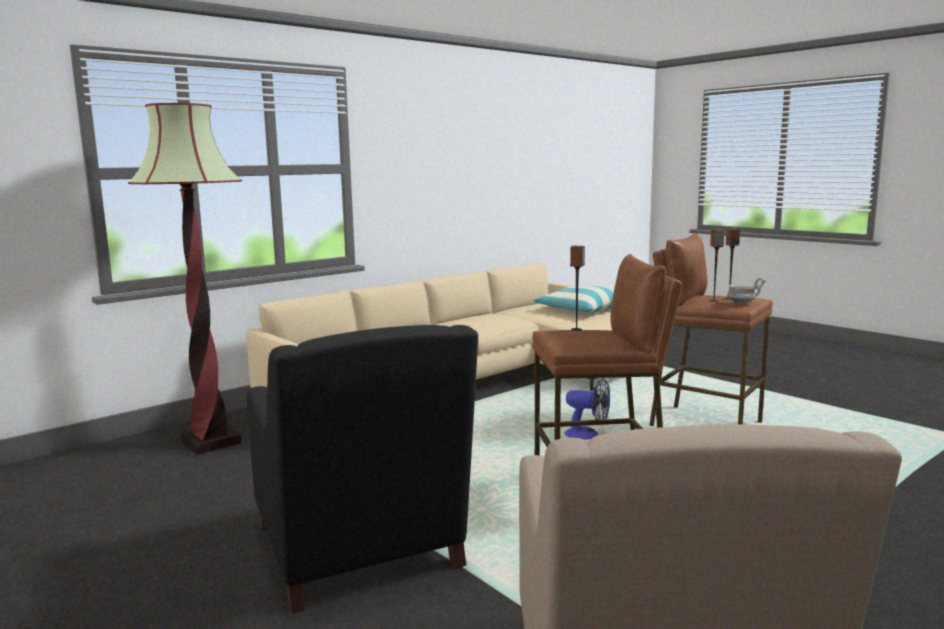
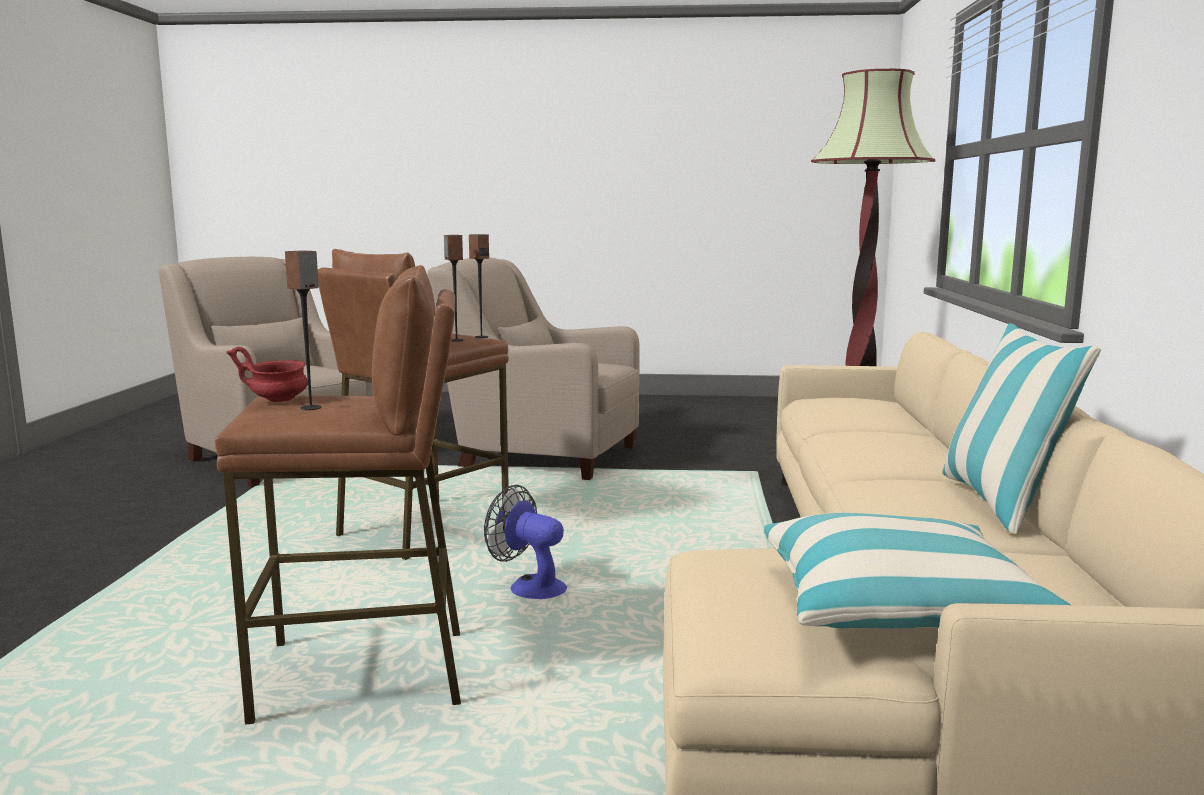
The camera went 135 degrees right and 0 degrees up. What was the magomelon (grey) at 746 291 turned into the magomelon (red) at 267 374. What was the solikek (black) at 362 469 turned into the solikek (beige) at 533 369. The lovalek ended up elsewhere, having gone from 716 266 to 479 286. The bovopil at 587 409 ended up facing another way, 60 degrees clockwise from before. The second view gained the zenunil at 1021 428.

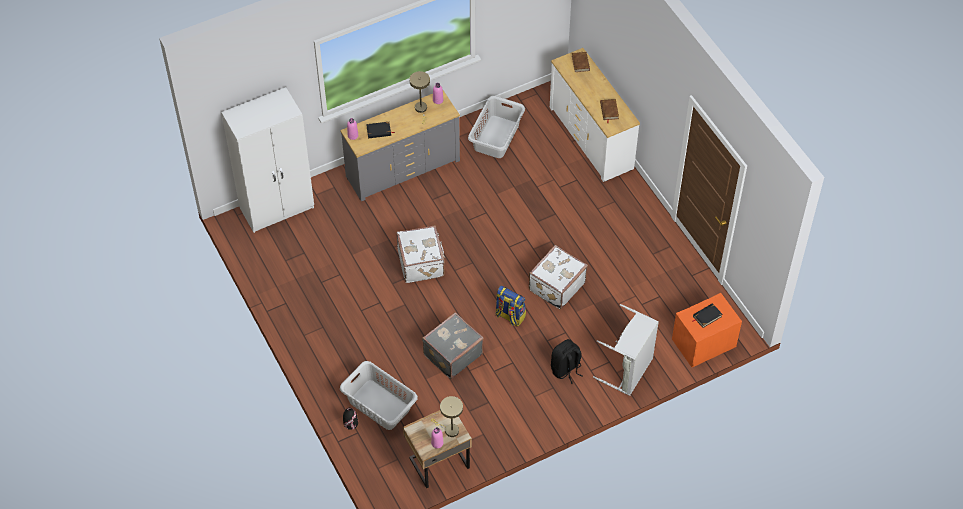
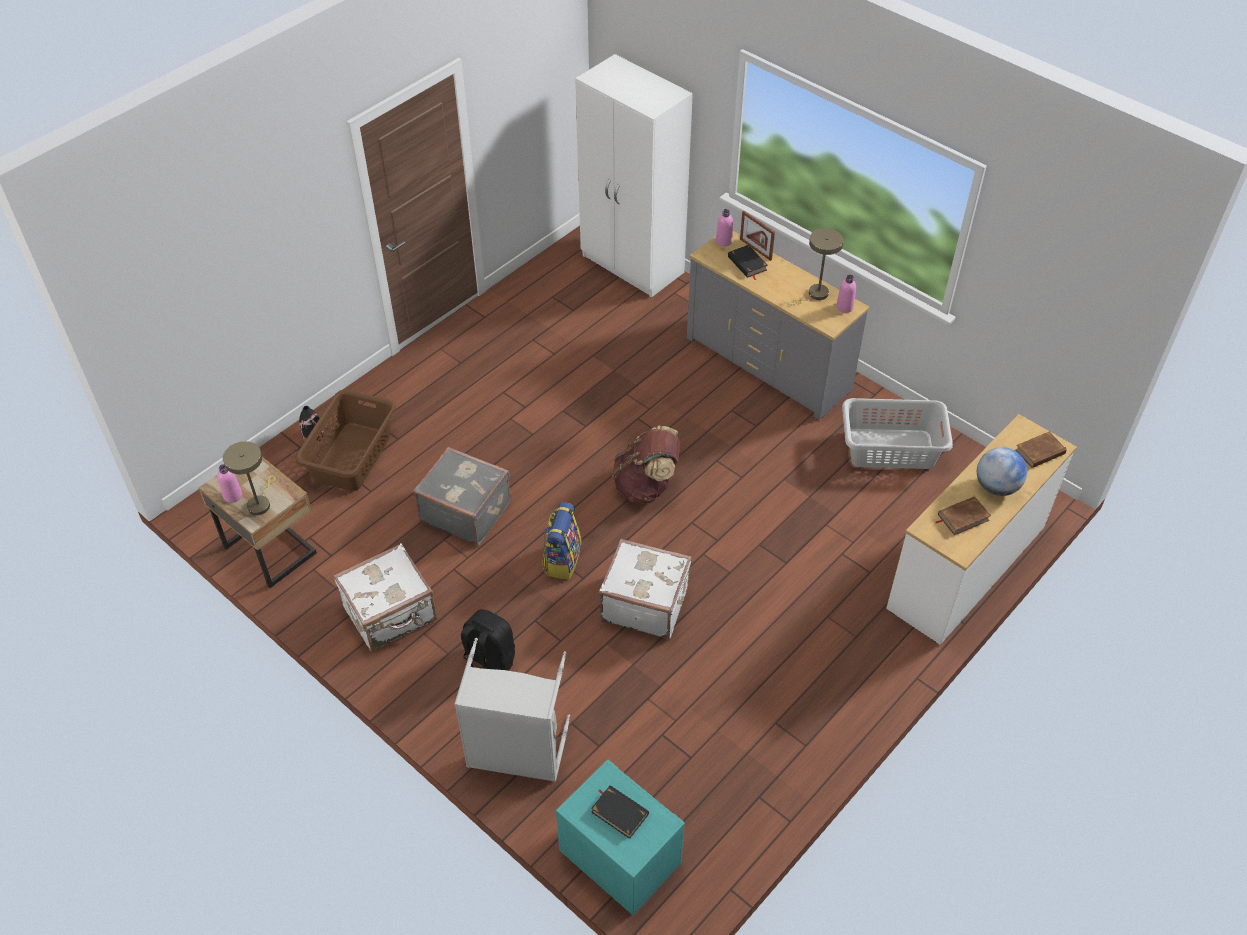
The camera went 70 degrees right and 5 degrees down. What was the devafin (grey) at 379 395 turned into the devafin (brown) at 345 440. The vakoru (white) ended up elsewhere, having gone from 421 254 to 385 597. What was the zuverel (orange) at 707 330 turned into the zuverel (turquoise) at 620 837. The second view gained the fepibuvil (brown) at 646 464. The second view gained the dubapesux at 757 236. The second view gained the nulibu at 1002 471.

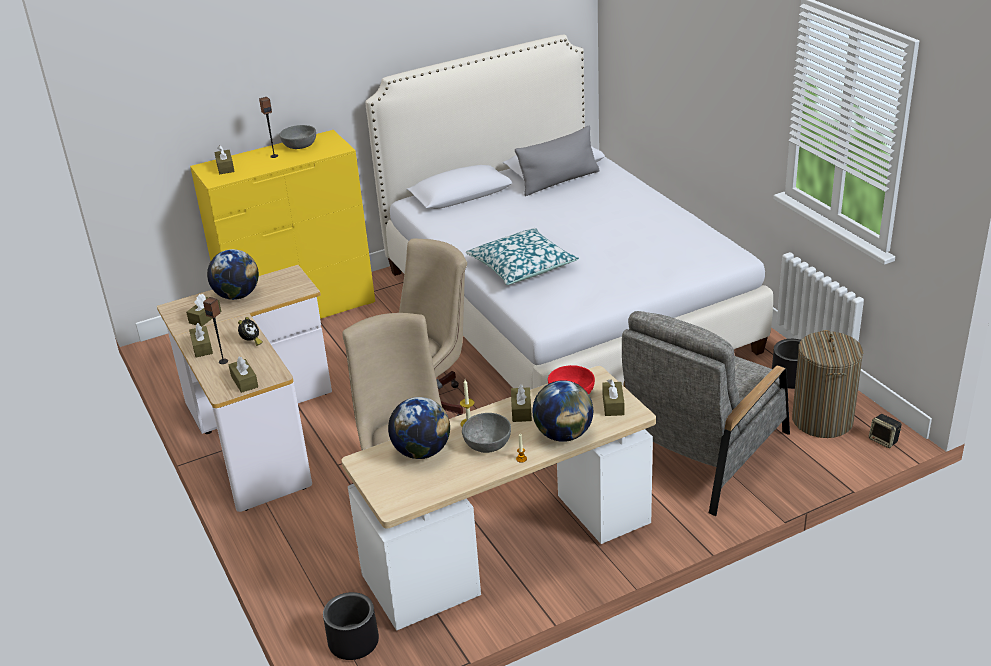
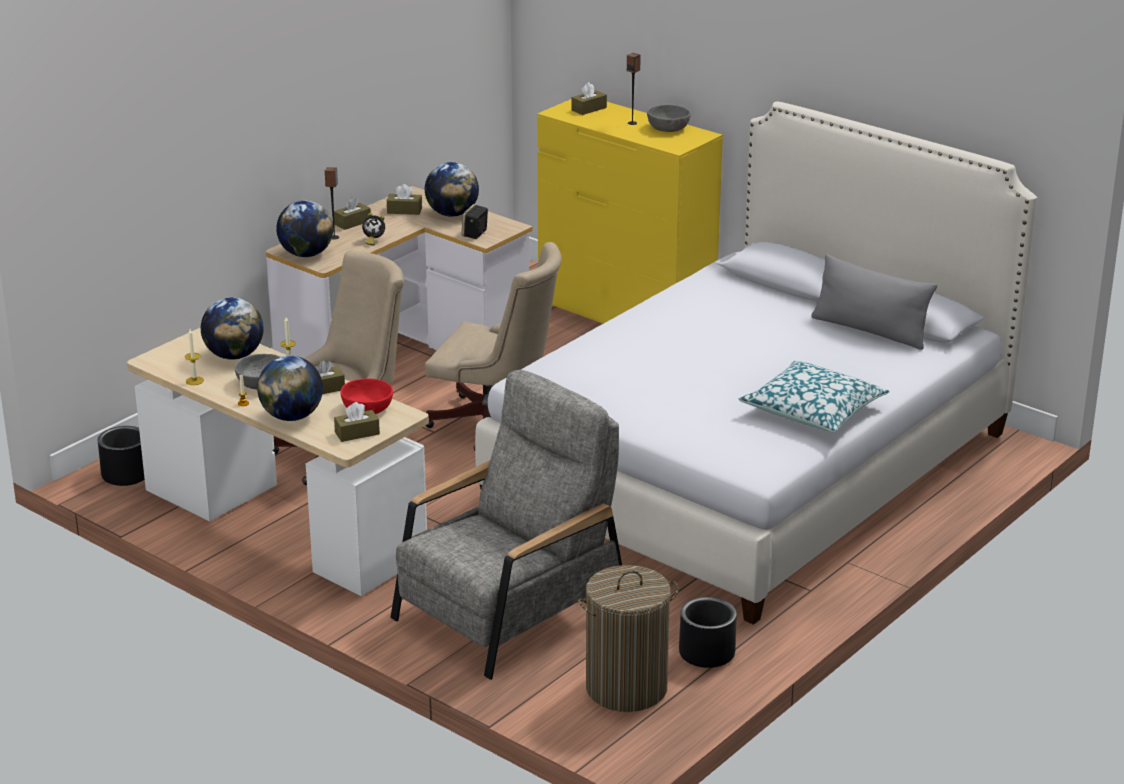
The camera went 65 degrees right and 5 degrees down. The second view gained the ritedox at 194 357. Where the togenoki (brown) stood at 243 375, the nulibu came to stand at 304 228. The solikek (grey) at 706 413 ended up facing another way, 120 degrees clockwise from before. The lovalek ended up elsewhere, having gone from 885 431 to 474 221. The zenunil ended up elsewhere, having gone from 522 256 to 814 396.

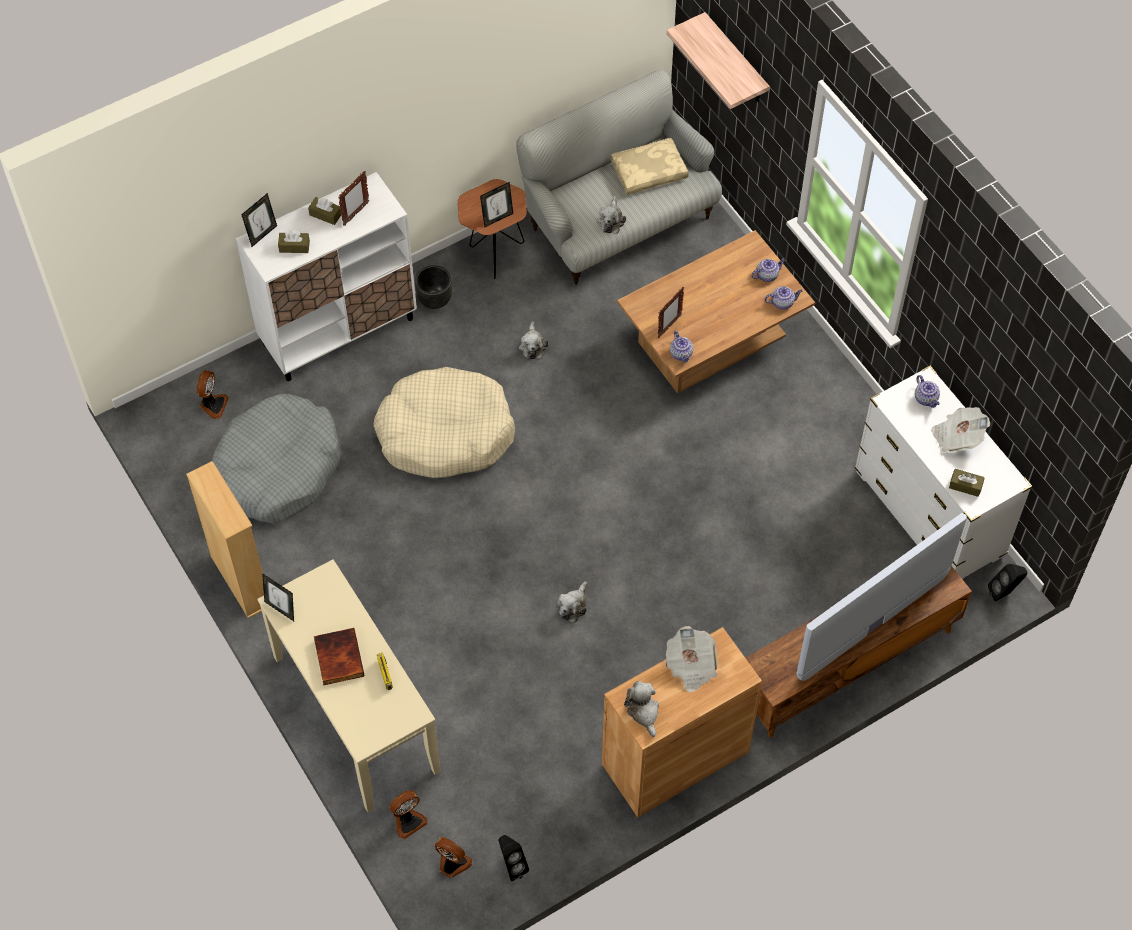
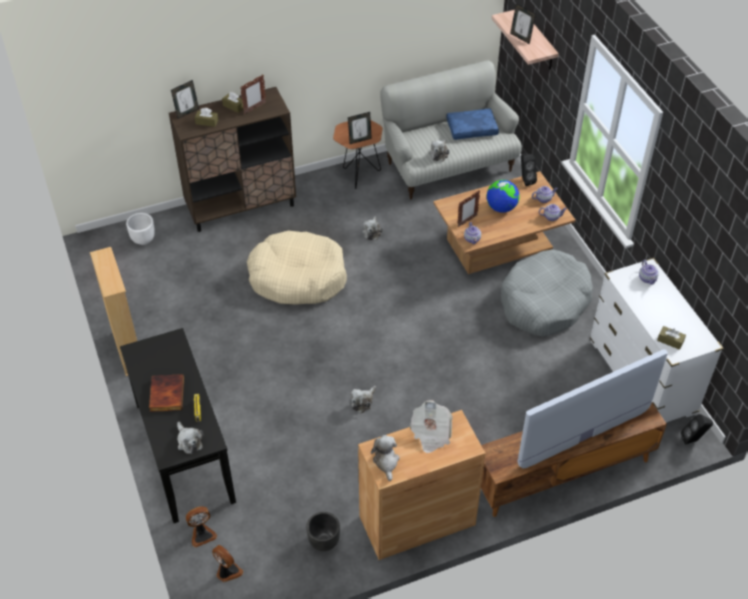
The camera went 10 degrees right and 10 degrees down. What was the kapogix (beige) at 349 685 turned into the kapogix (black) at 178 425. Where the bovopil stood at 213 394, the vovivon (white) came to stand at 140 229. What was the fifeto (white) at 326 276 turned into the fifeto (brown) at 232 159. The second view gained the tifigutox at 190 438. The vovivon (black) ended up elsewhere, having gone from 433 287 to 323 531. What was the zenunil (beige) at 649 166 turned into the zenunil (blue) at 472 124. The second view gained the nulibu at 503 196. The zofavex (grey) ended up elsewhere, having gone from 277 458 to 547 293. The dubapesux ended up elsewhere, having gone from 278 597 to 523 23. The lovalek (black) ended up elsewhere, having gone from 513 858 to 529 169. The second view lost the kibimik at 960 429.

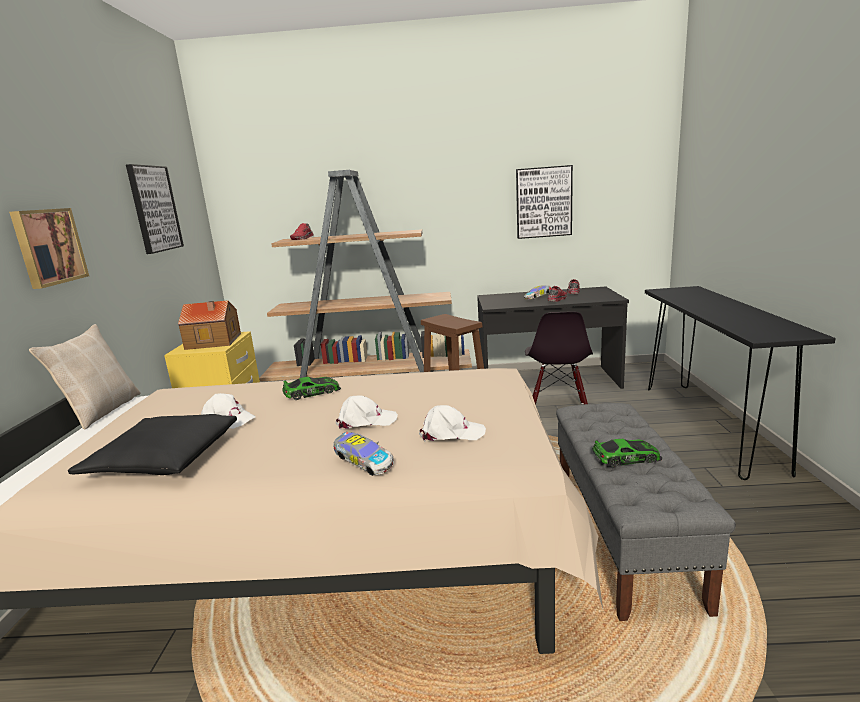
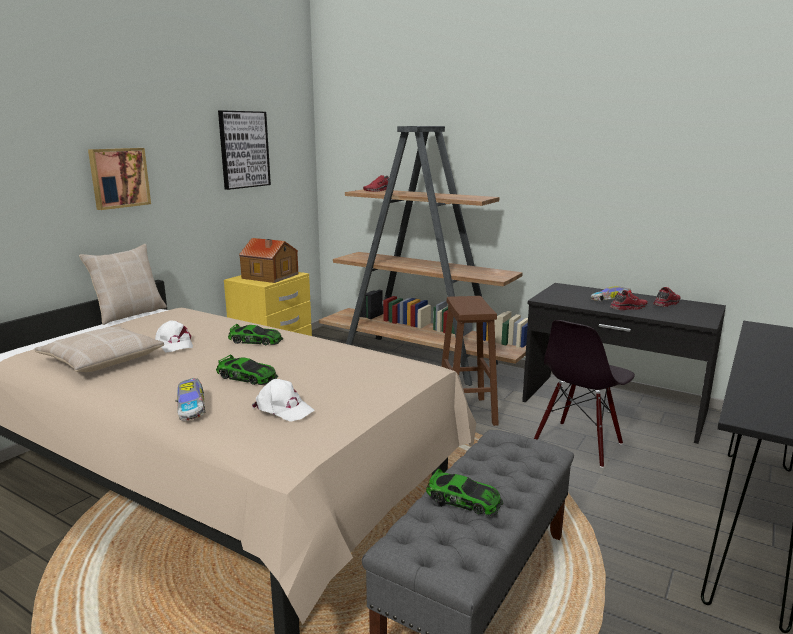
The camera went 30 degrees right and 0 degrees up. What was the zenunil (black) at 152 444 turned into the zenunil (beige) at 99 349. Where the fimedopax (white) stood at 367 413, the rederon came to stand at 247 370. The second view lost the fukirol at 544 202.

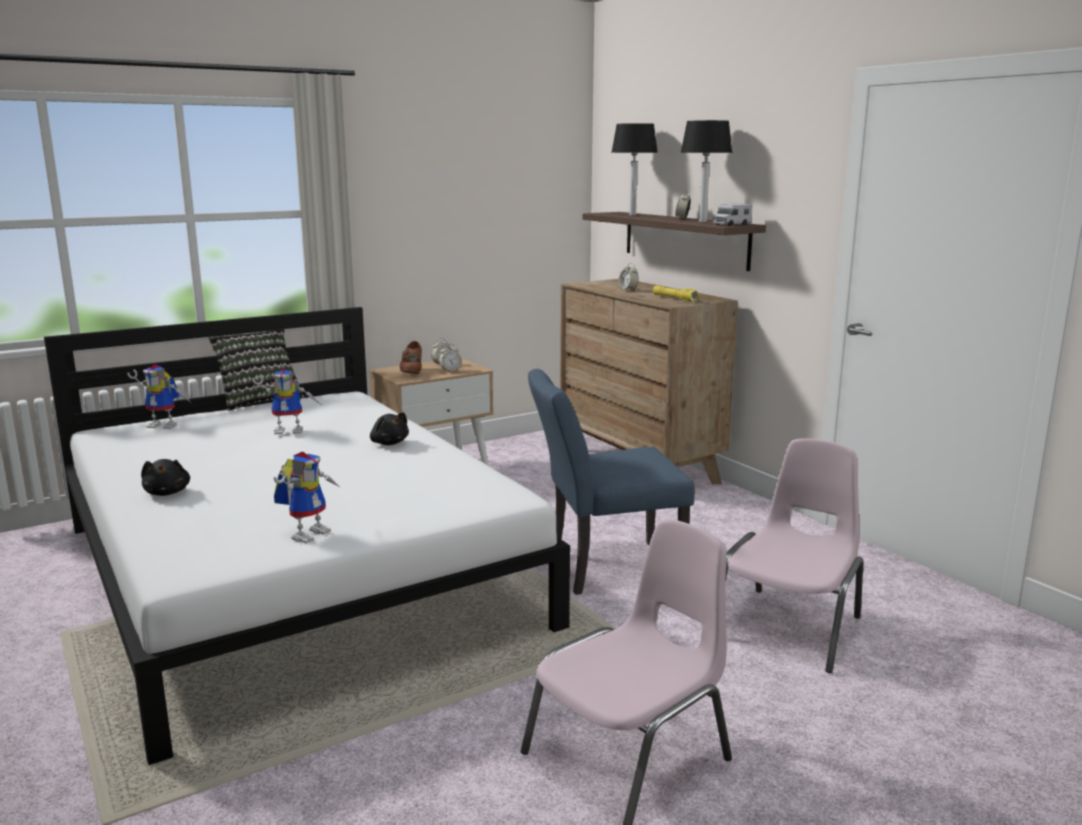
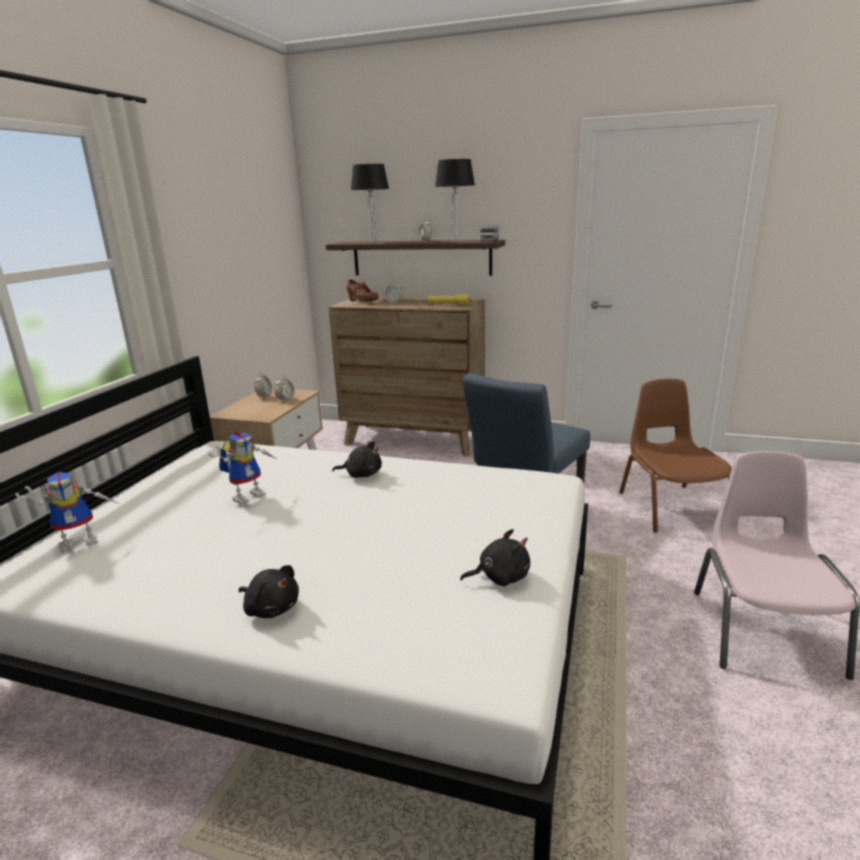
The camera went 40 degrees left and 5 degrees up. The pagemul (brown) ended up elsewhere, having gone from 411 357 to 363 290. Where the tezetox stood at 307 497, the tifigutox (black) came to stand at 495 557. What was the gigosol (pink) at 794 555 turned into the gigosol (brown) at 675 456. The second view lost the zenunil at 256 370.

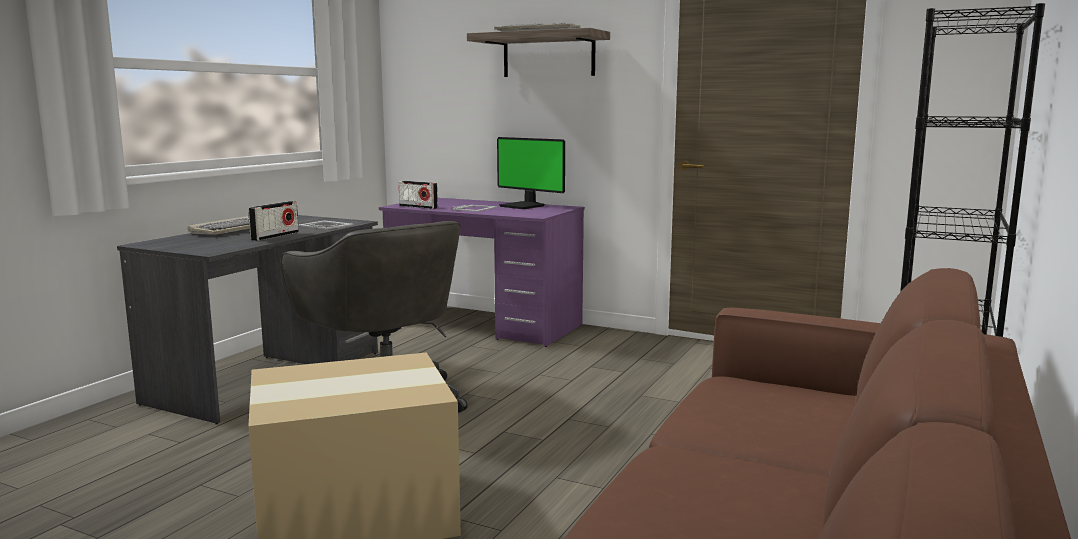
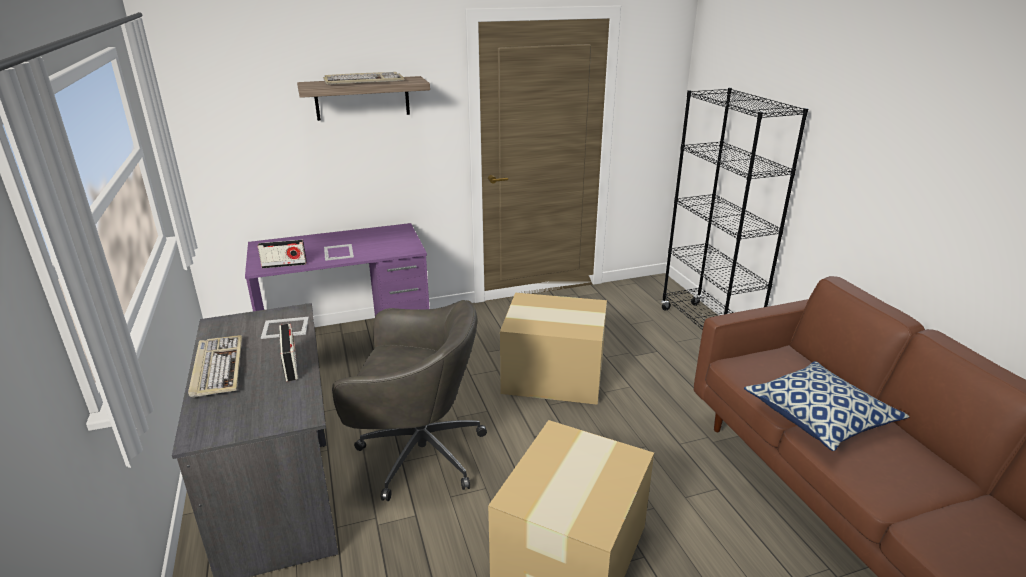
The camera went 45 degrees left and 15 degrees up. The second view gained the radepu at 553 349. The second view gained the zenunil at 827 406. The second view lost the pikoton at 531 173.

